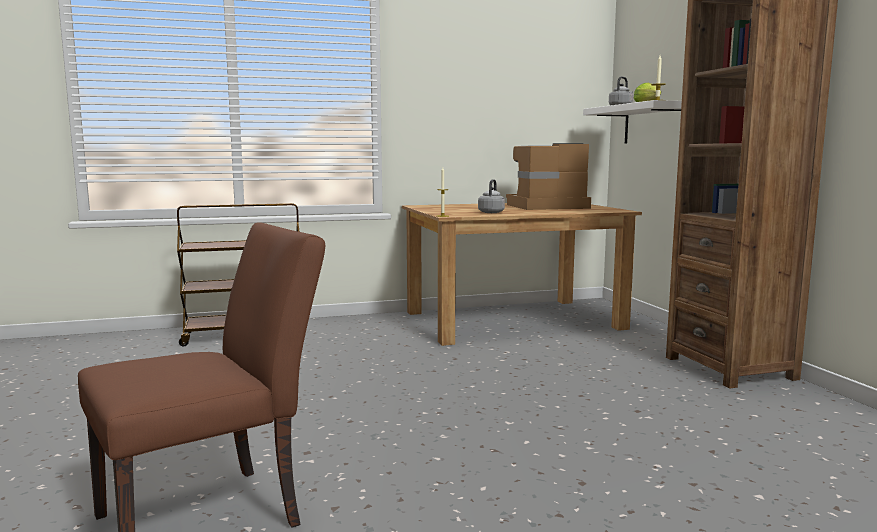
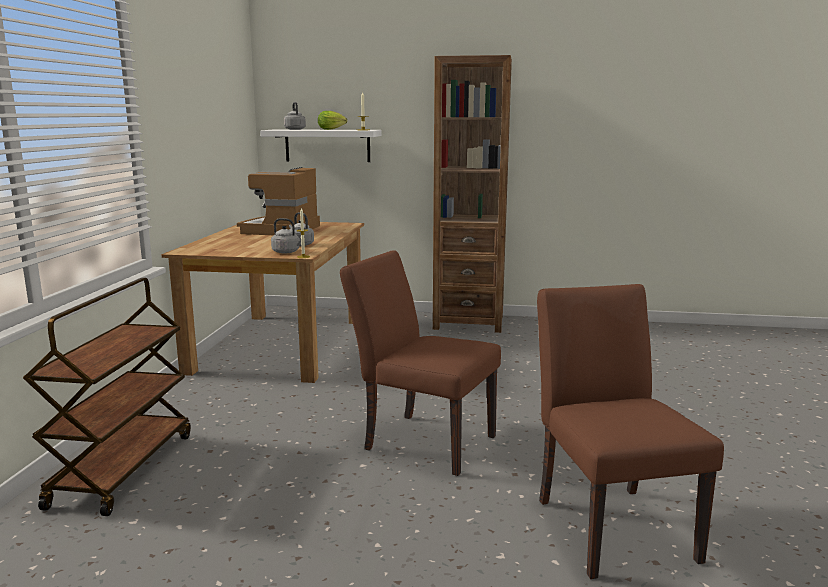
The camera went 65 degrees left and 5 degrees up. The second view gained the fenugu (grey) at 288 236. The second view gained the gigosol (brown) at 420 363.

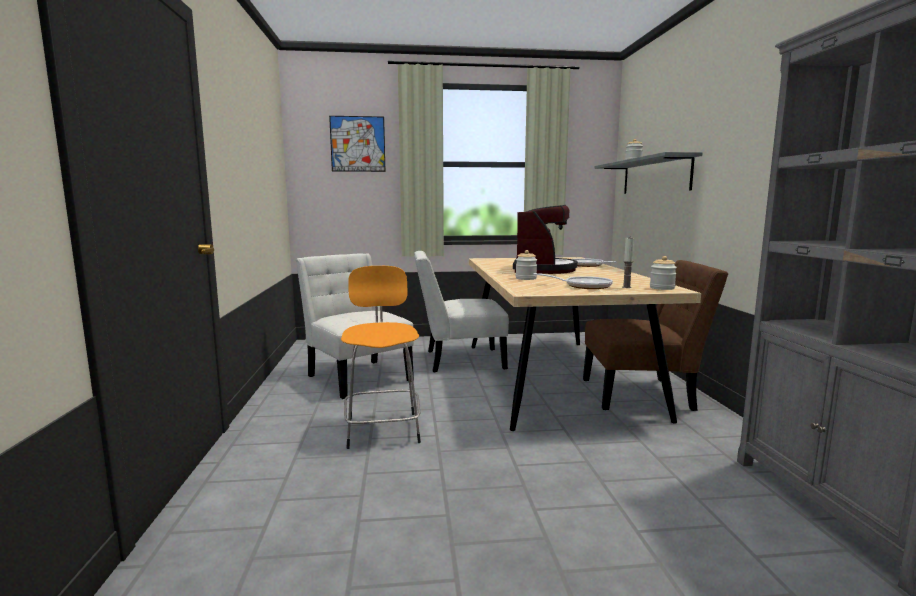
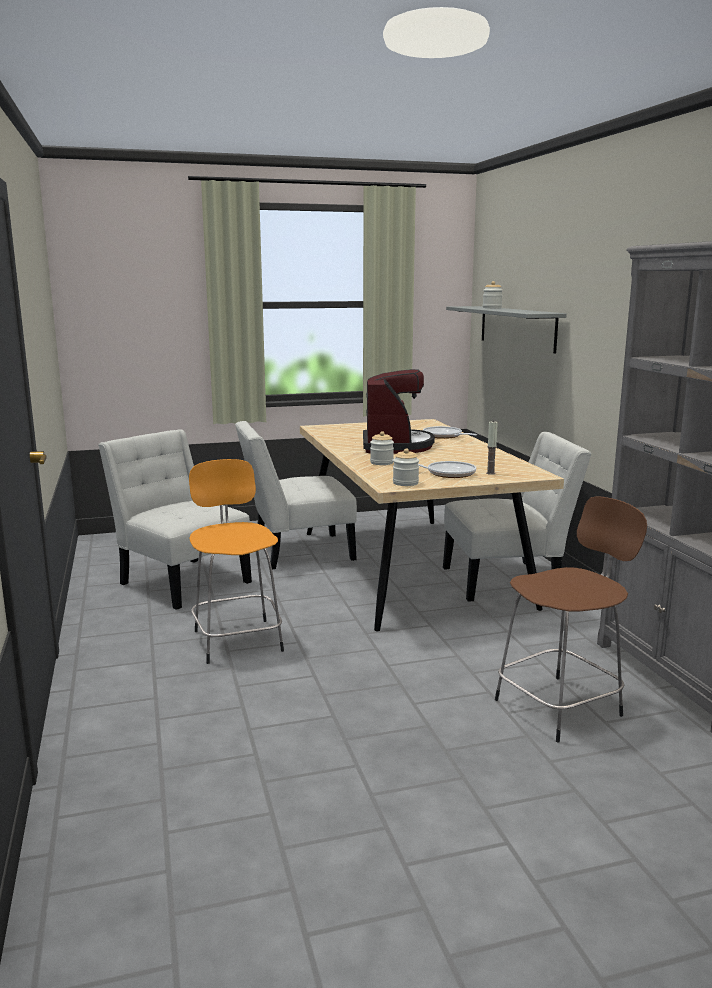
The camera went 10 degrees left and 5 degrees up. The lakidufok ended up elsewhere, having gone from 663 273 to 406 467. What was the gigosol (brown) at 655 335 turned into the gigosol (white) at 517 517. The second view gained the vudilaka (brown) at 571 619. The second view lost the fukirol at 357 144.

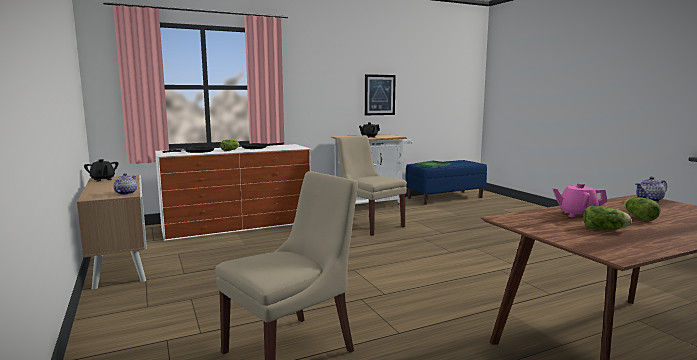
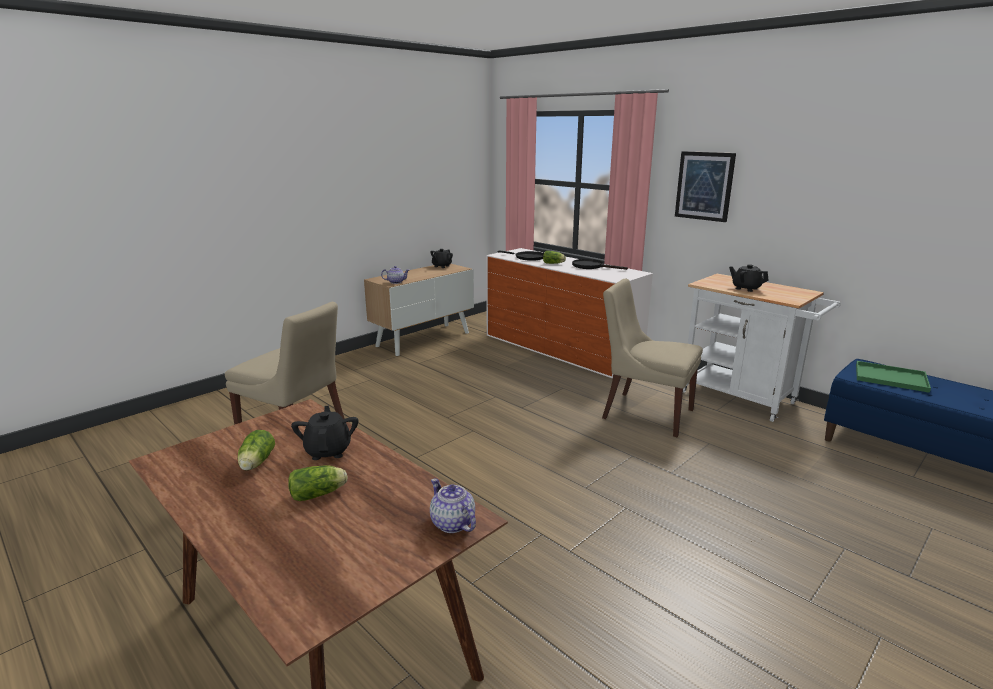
The camera went 70 degrees right and 10 degrees up. What was the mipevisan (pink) at 580 200 turned into the mipevisan (black) at 324 433. The gigosol (beige) at 372 185 ended up facing another way, 90 degrees counterclockwise from before. The fukirol ended up elsewhere, having gone from 380 94 to 705 186.

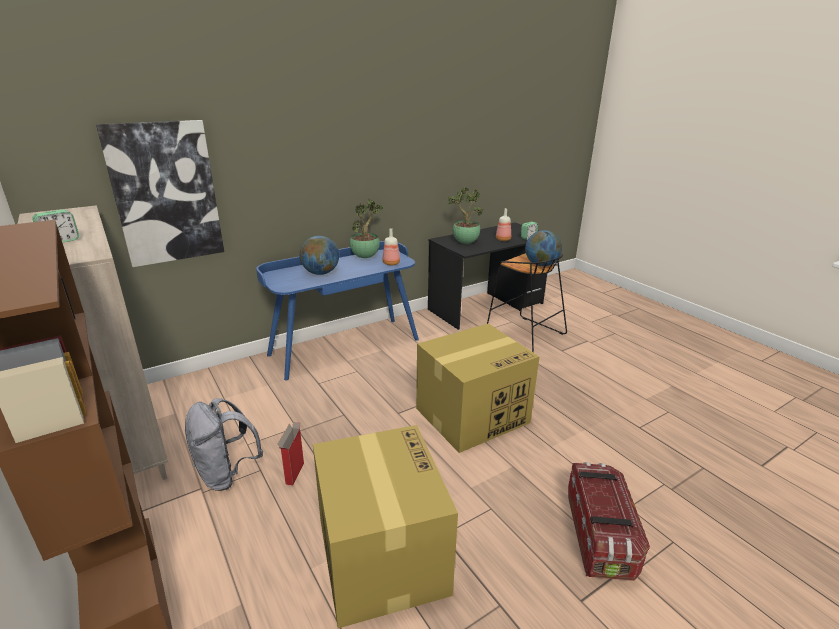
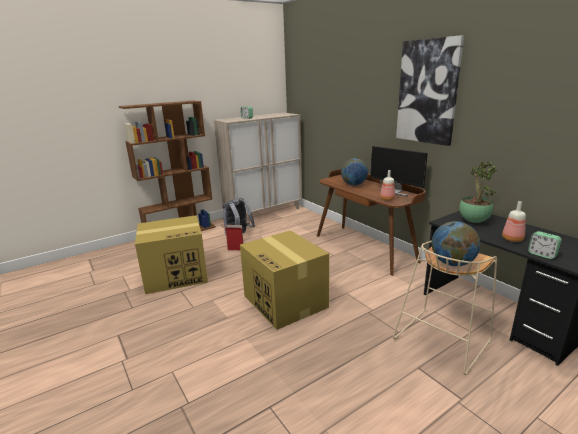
The camera went 90 degrees right and 5 degrees down. What was the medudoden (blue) at 337 311 turned into the medudoden (brown) at 371 222. Where the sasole stood at 366 228, the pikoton came to stand at 399 171. What was the vudilaka (black) at 527 302 turned into the vudilaka (beige) at 445 307. The fukirol ended up elsewhere, having gone from 160 193 to 430 90. The second view lost the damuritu at 609 521.

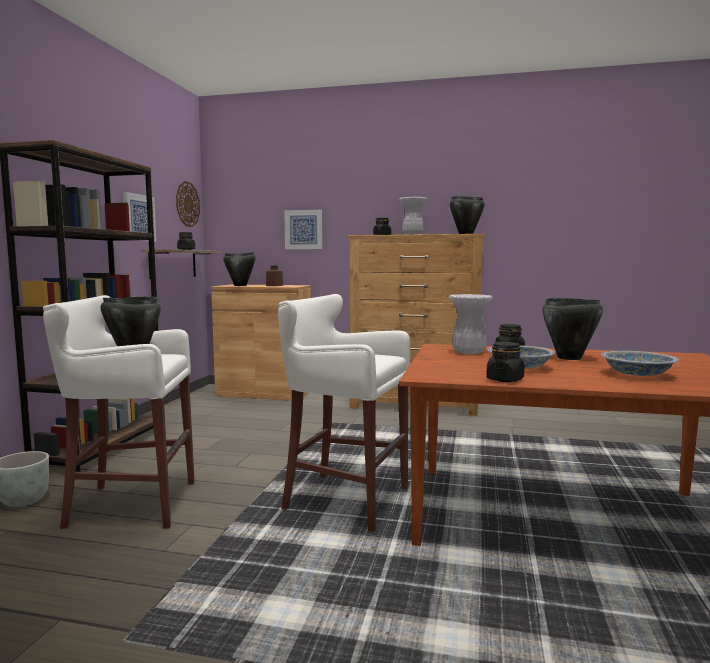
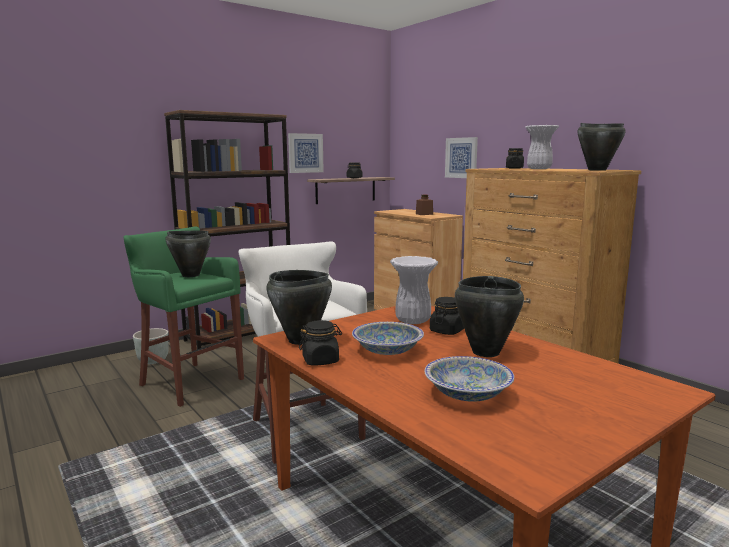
The camera went 40 degrees right and 5 degrees up. What was the vudilaka (white) at 119 412 turned into the vudilaka (green) at 183 317. The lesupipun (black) ended up elsewhere, having gone from 239 269 to 299 307. The second view lost the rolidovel at 188 204.

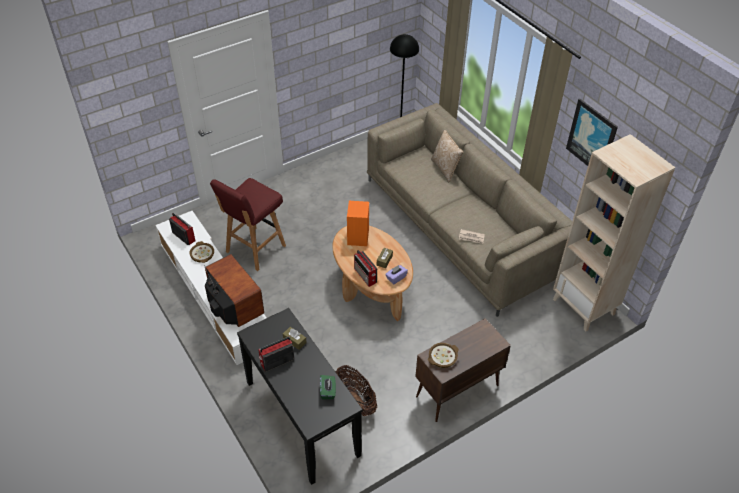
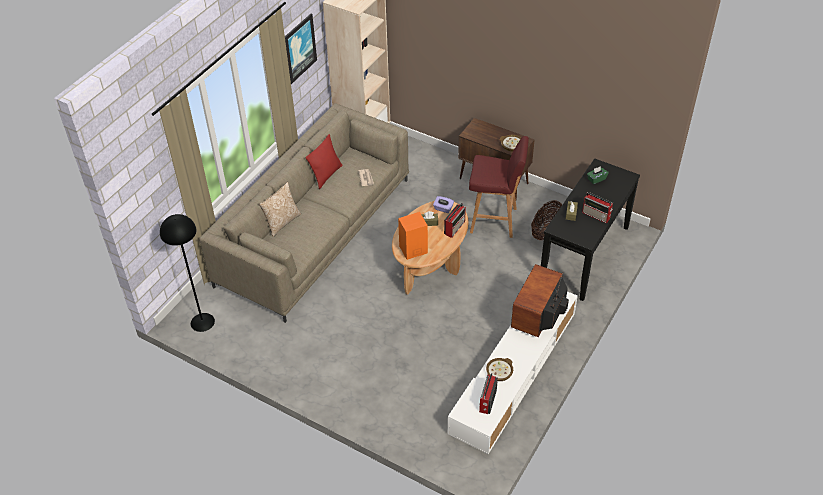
The camera went 115 degrees left and 0 degrees up. The second view gained the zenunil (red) at 324 161. The vudilaka (red) ended up elsewhere, having gone from 248 224 to 499 187.

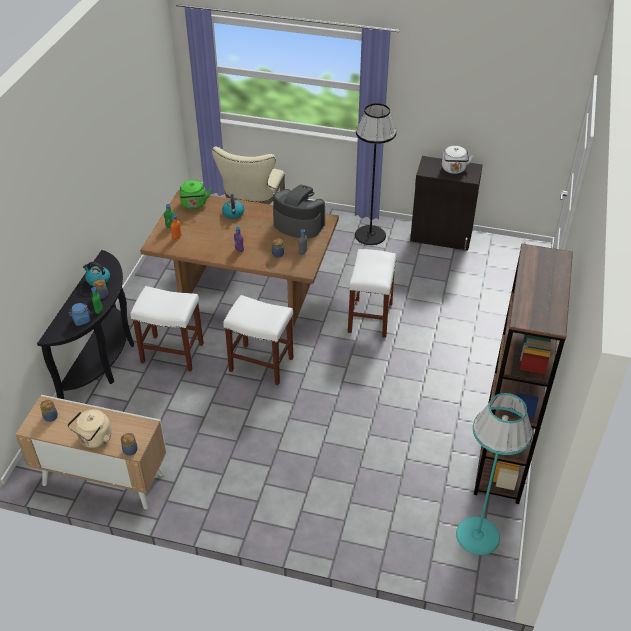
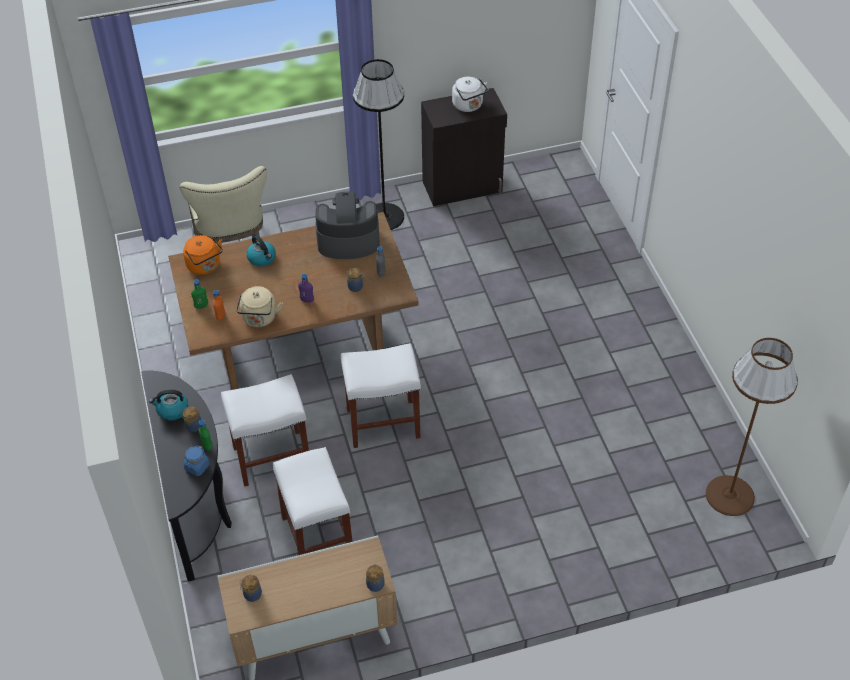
The camera went 30 degrees left and 5 degrees up. What was the fenugu (green) at 195 194 turned into the fenugu (orange) at 203 255. The fenugu (beige) ended up elsewhere, having gone from 89 428 to 259 306. The vudilaka (white) ended up elsewhere, having gone from 372 293 to 313 501. What was the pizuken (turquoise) at 494 474 turned into the pizuken (brown) at 752 427. The second view lost the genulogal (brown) at 523 373.

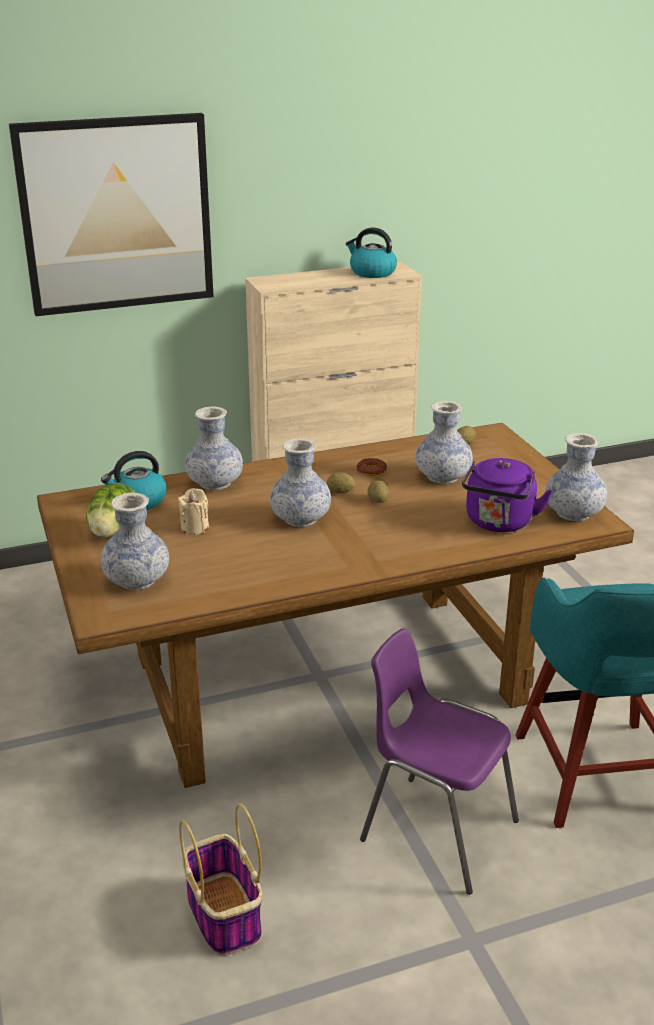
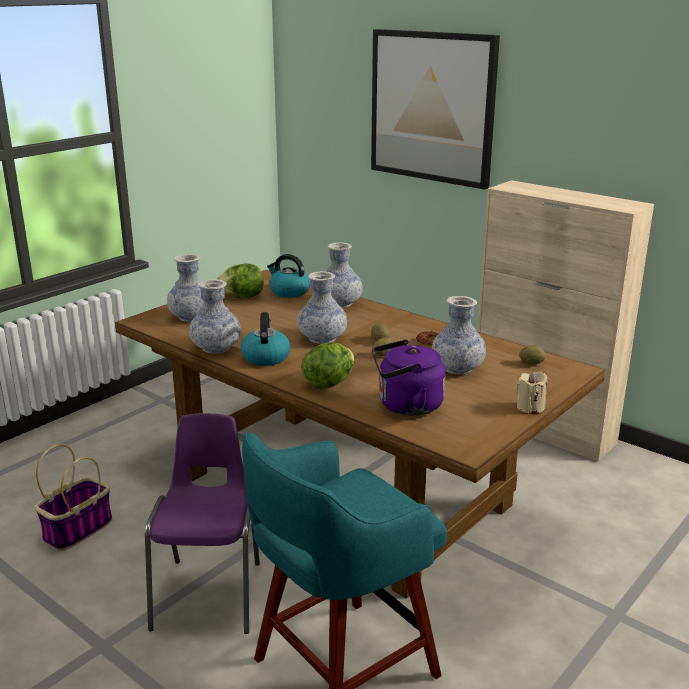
The camera went 60 degrees right and 5 degrees down. The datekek ended up elsewhere, having gone from 576 477 to 215 316. The fenugu ended up elsewhere, having gone from 371 252 to 266 339. The second view gained the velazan at 327 366. The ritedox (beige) ended up elsewhere, having gone from 193 511 to 531 392.

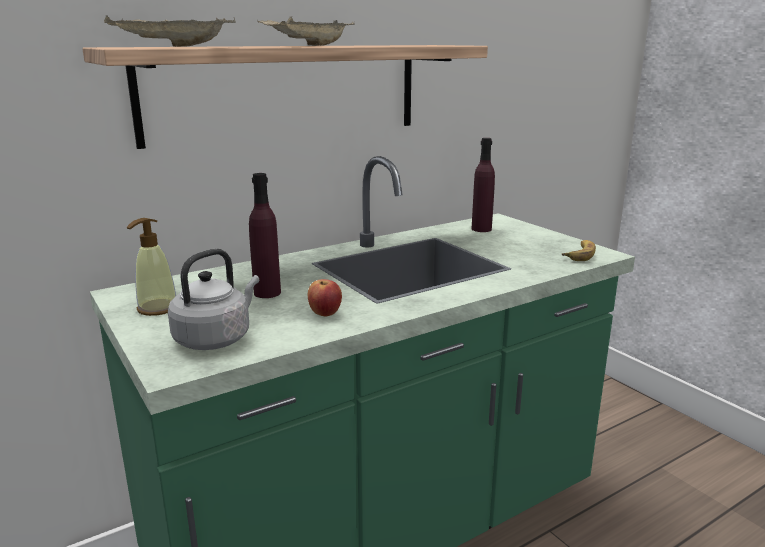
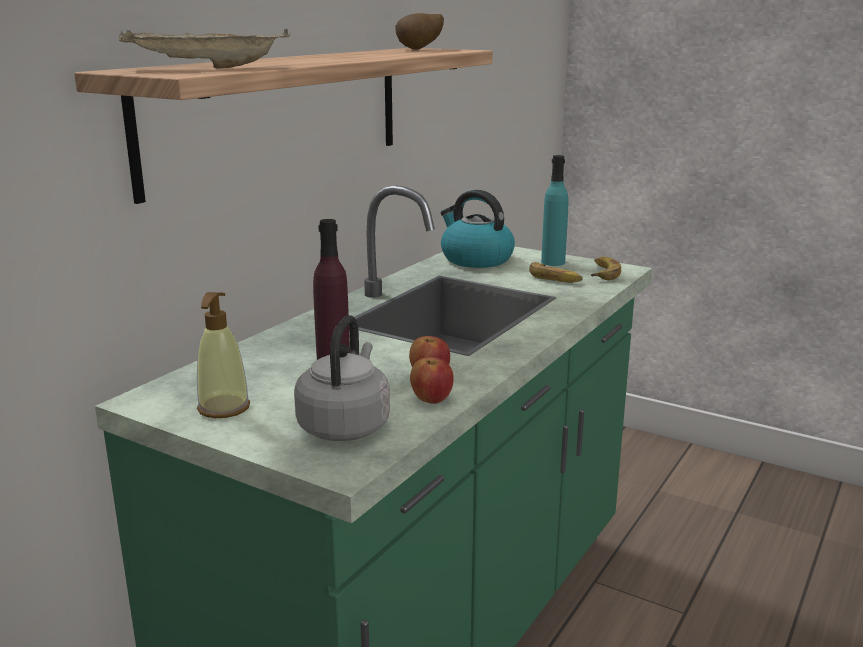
The camera went 25 degrees left and 0 degrees up. The second view gained the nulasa at 419 31. The second view gained the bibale at 432 380. Where the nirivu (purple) stood at 483 185, the fenugu came to stand at 478 229. The second view gained the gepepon at 556 272. The second view gained the nirivu (turquoise) at 554 210. The second view lost the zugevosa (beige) at 306 31.

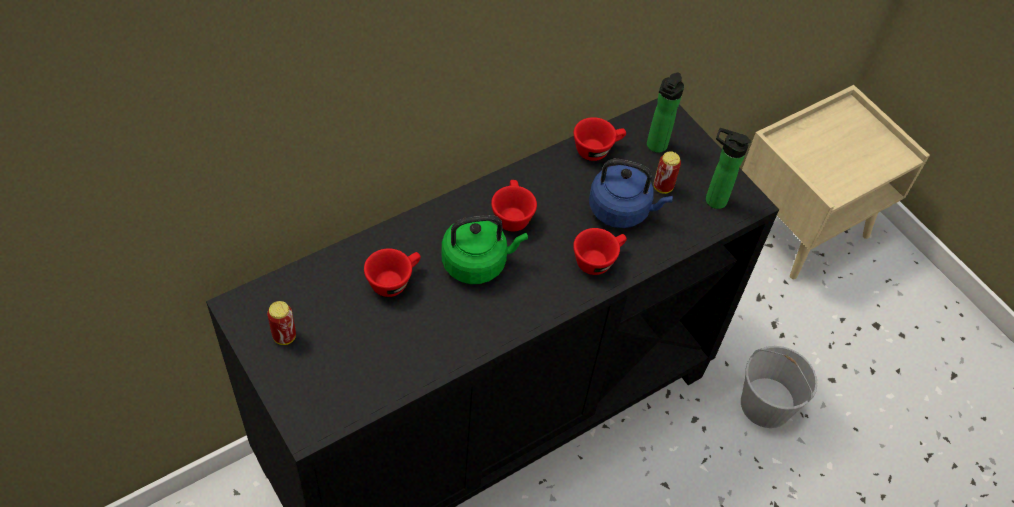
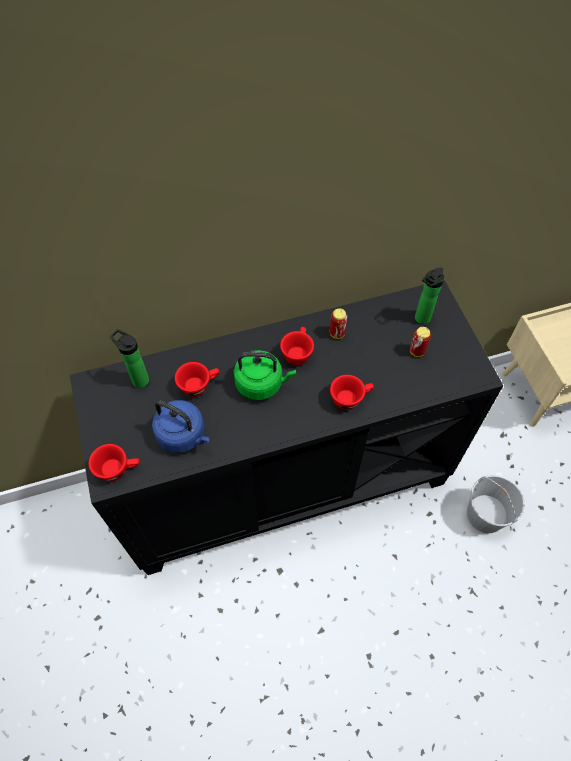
The camera went 20 degrees right and 5 degrees up. The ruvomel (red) ended up elsewhere, having gone from 600 139 to 114 462. The nirivu ended up elsewhere, having gone from 728 168 to 129 358. The fenugu (blue) ended up elsewhere, having gone from 631 193 to 181 426. The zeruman ended up elsewhere, having gone from 281 323 to 338 323.

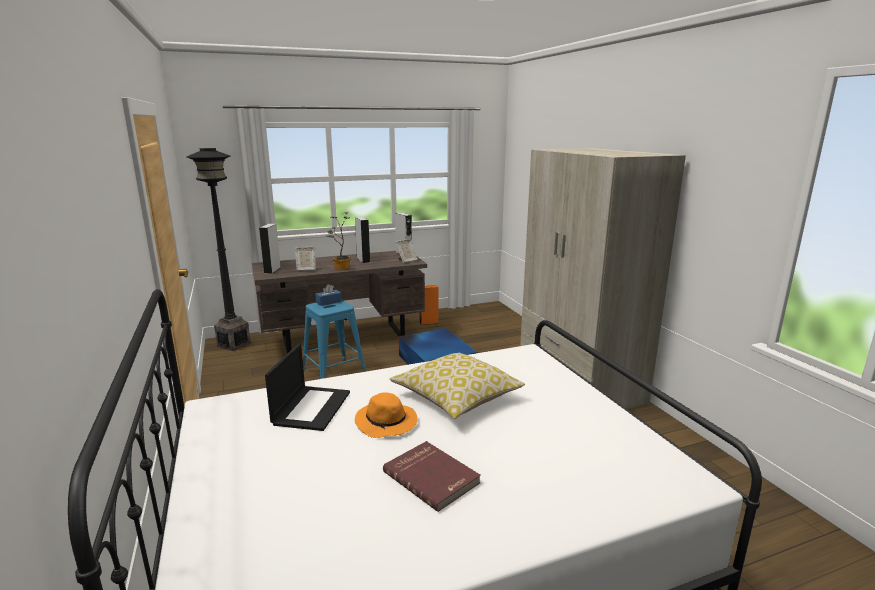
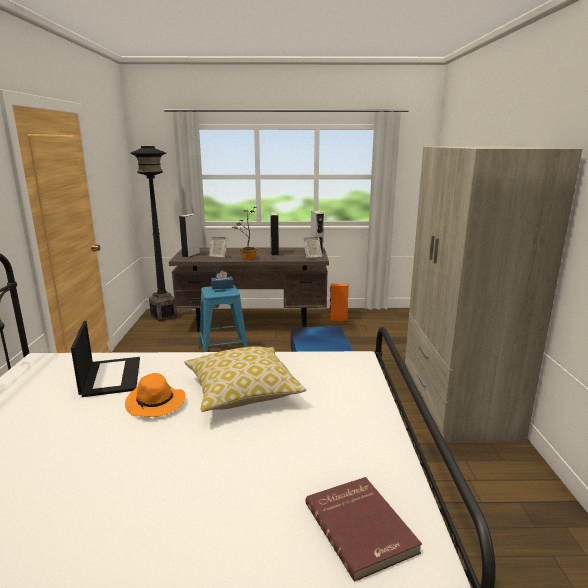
The camera went 20 degrees right and 0 degrees up. The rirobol at 307 387 ended up facing another way, 45 degrees counterclockwise from before. The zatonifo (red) ended up elsewhere, having gone from 432 476 to 363 529.

